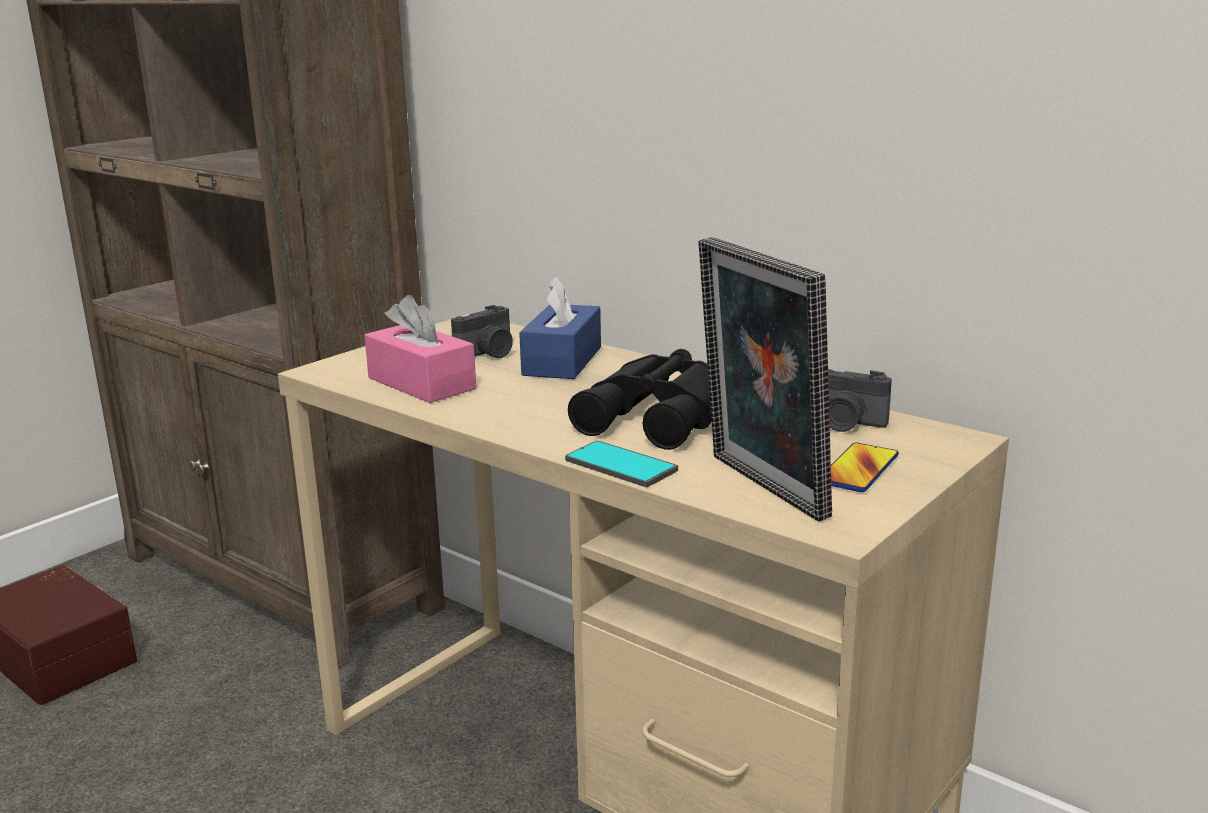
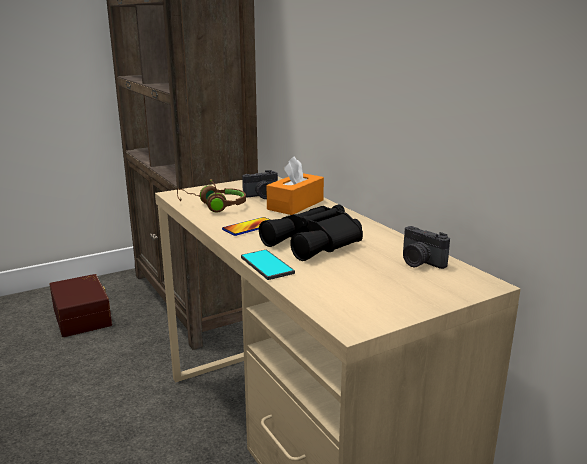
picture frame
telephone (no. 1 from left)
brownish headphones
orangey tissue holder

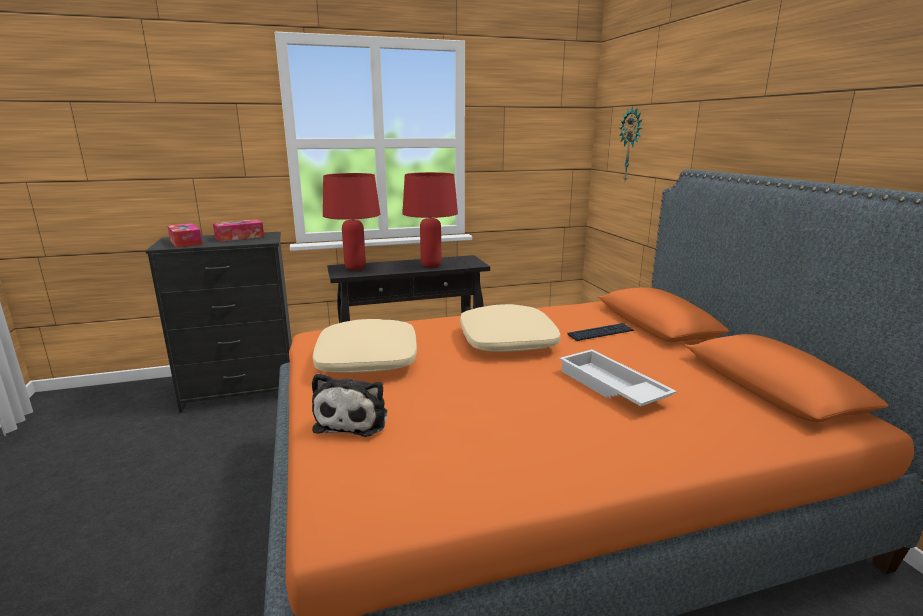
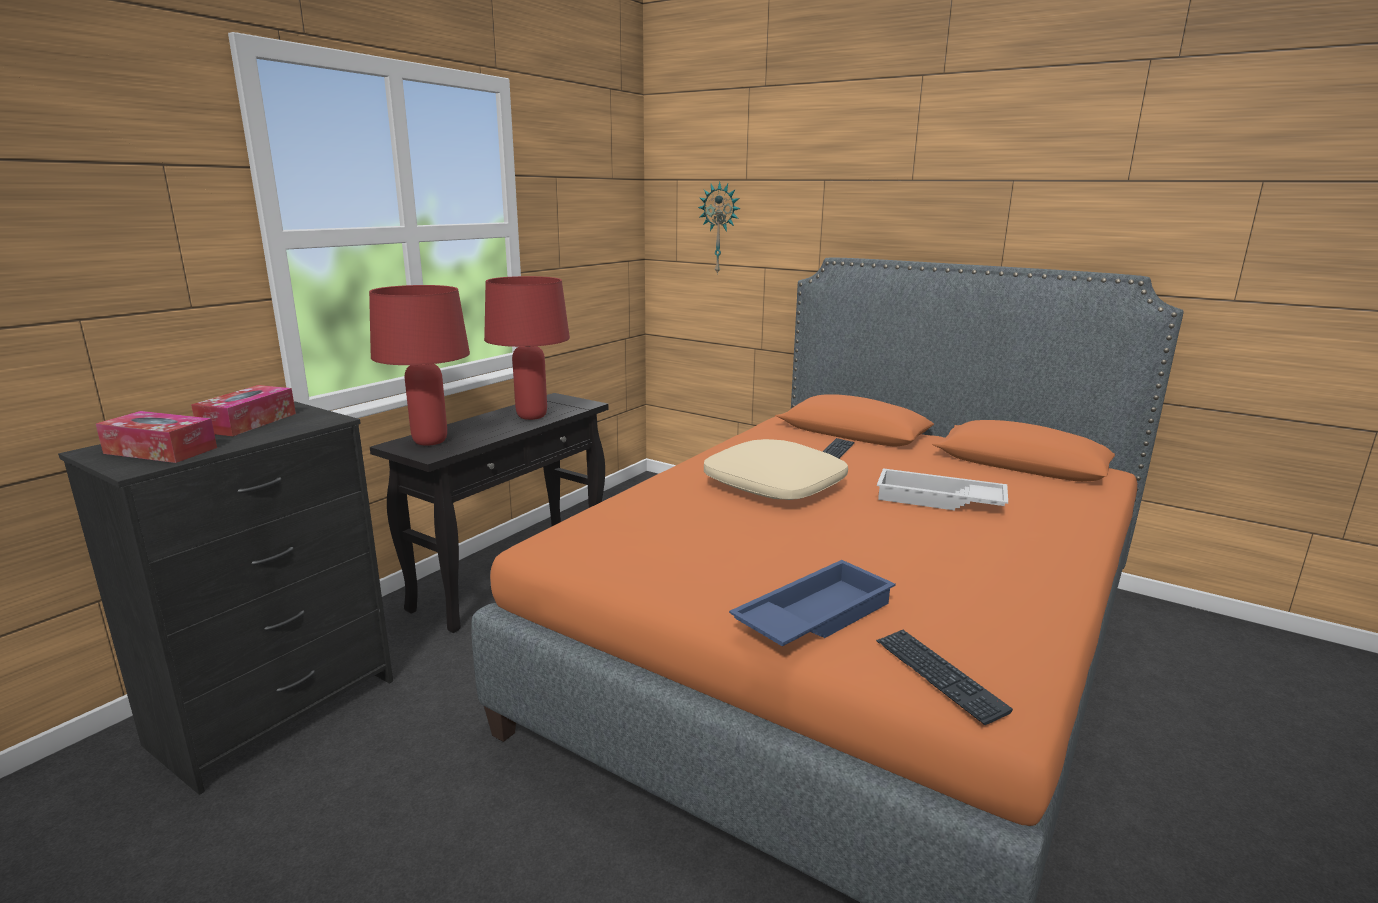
beige pillow (no. 1 from left in the first image)
computer keyboard (no. 2 from left)
blue tray

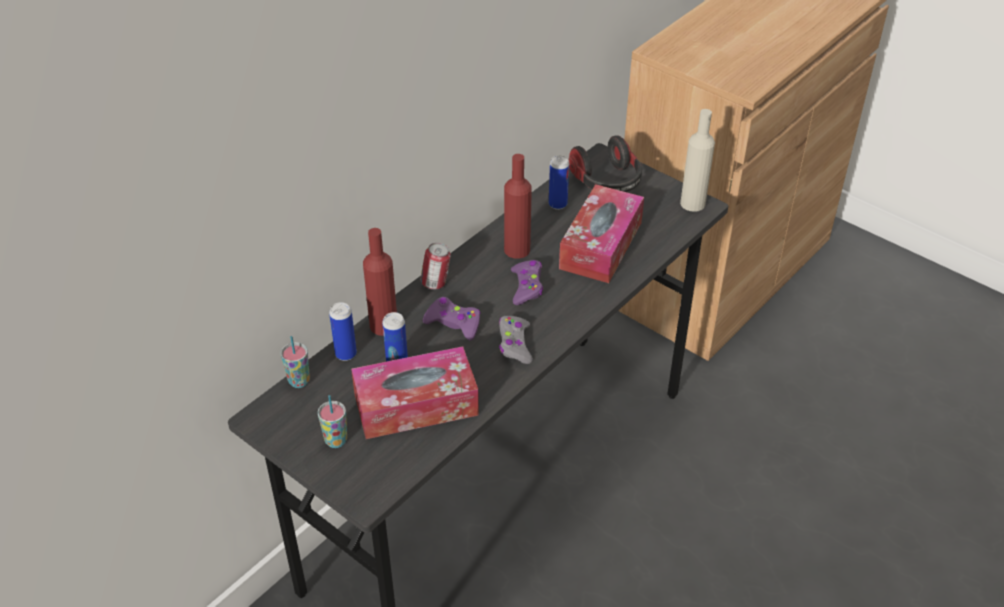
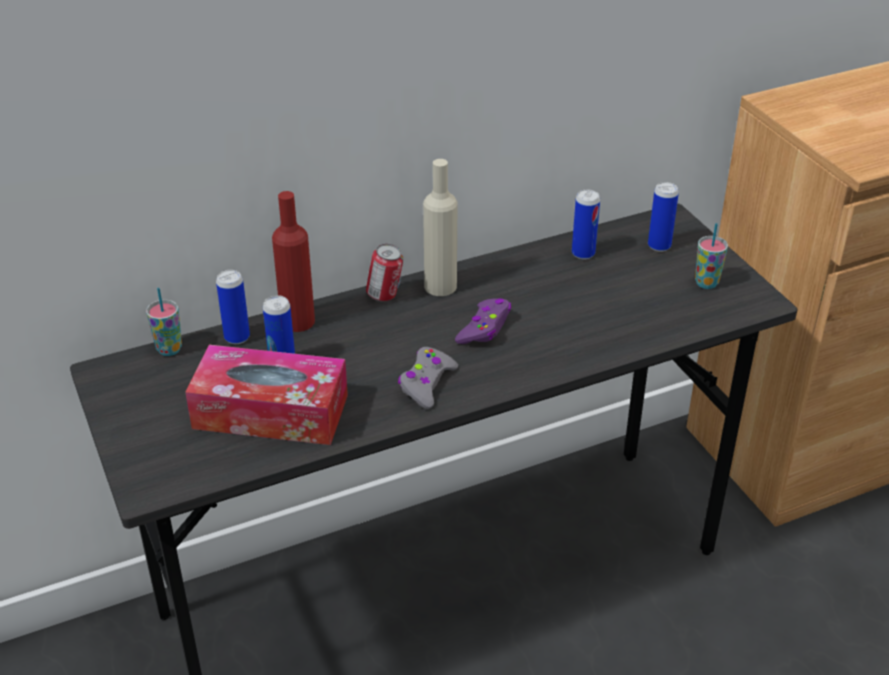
purple-coloured game controller (no. 1 from left in the first image)
reddish beverage bottle (no. 2 from left in the first image)
tissue holder (no. 2 from left in the first image)
cup (no. 2 from left)
beige beverage bottle
metal can (no. 5 from left)

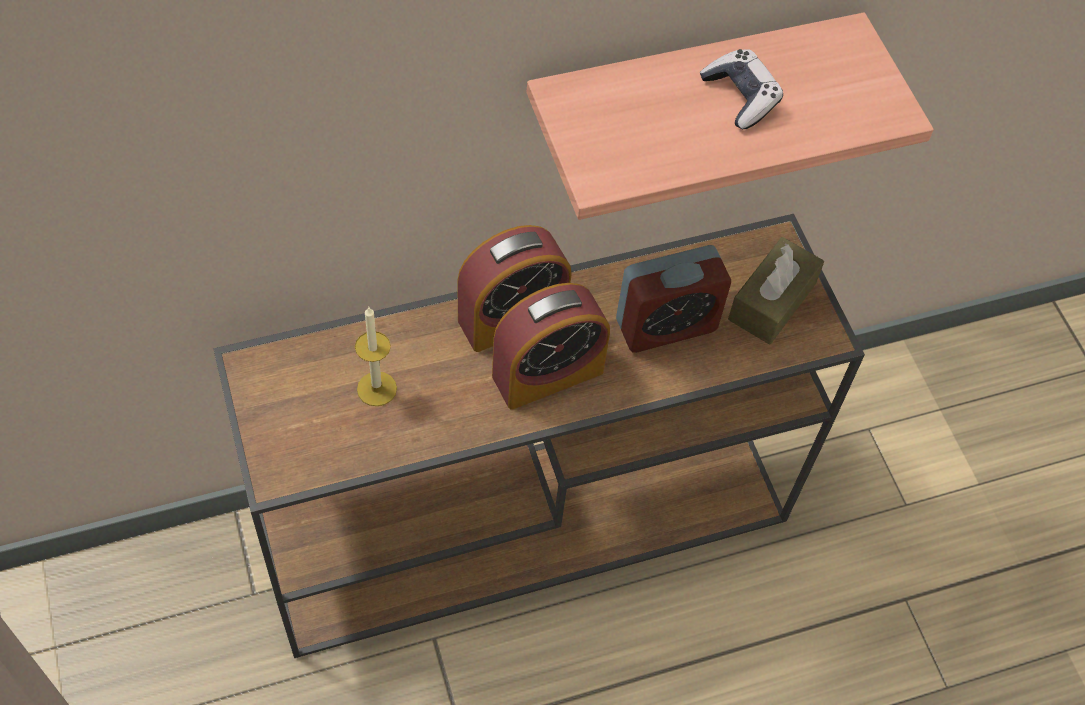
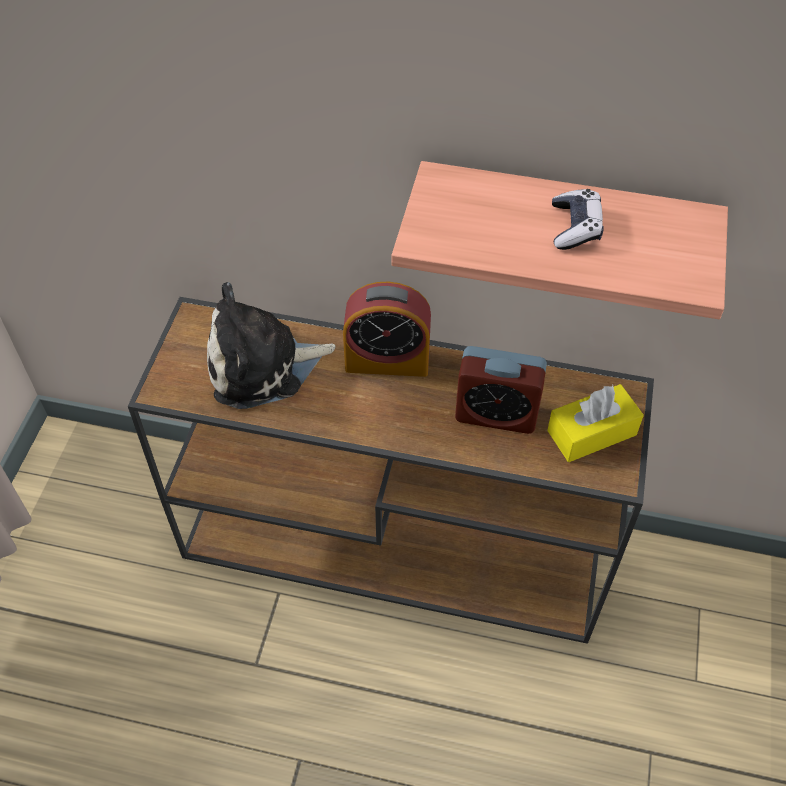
table clock (no. 2 from left in the first image)
plush toy
yellowish tissue holder

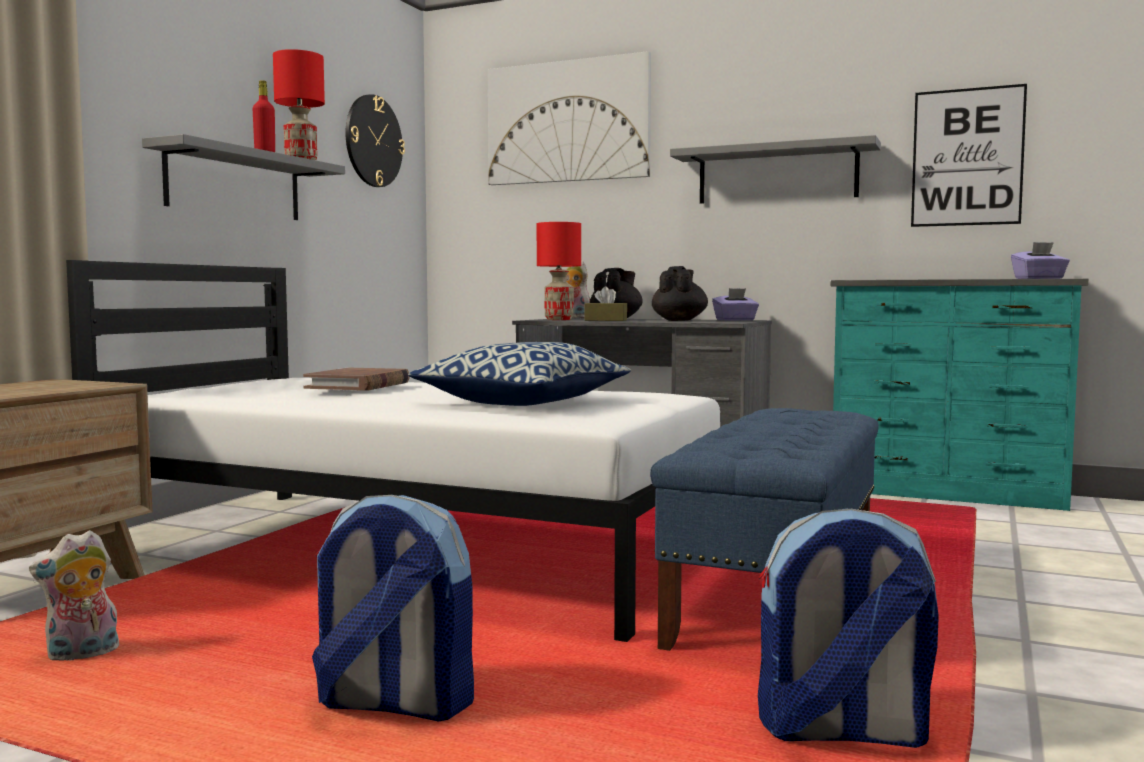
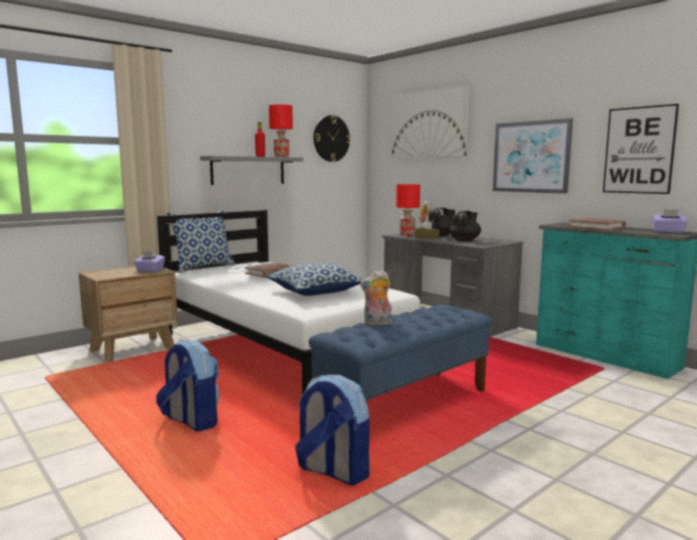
pillow (no. 1 from left)
brownish volume (no. 2 from left)
plush toy (no. 1 from left)
purple-coloured tissue holder (no. 1 from left)
picture (no. 2 from left)

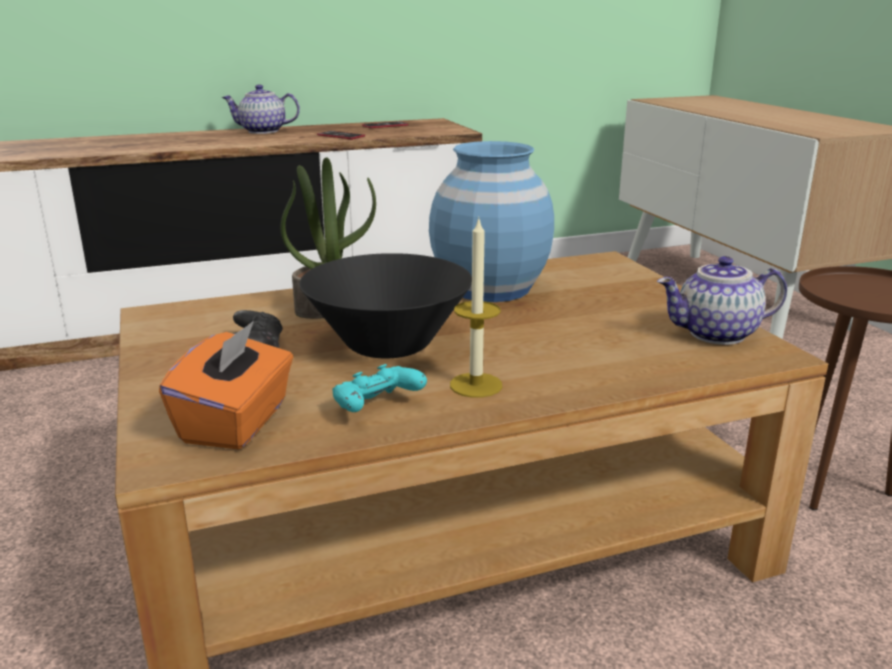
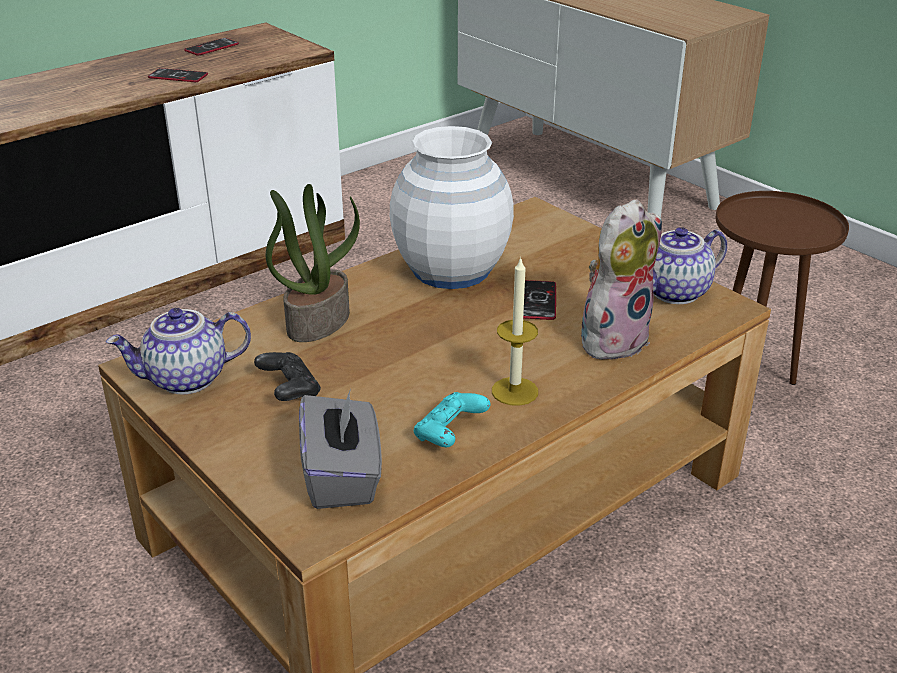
black deep dish
telephone (no. 3 from left)
plush toy
teapot (no. 1 from left)
gray tissue holder
white vase

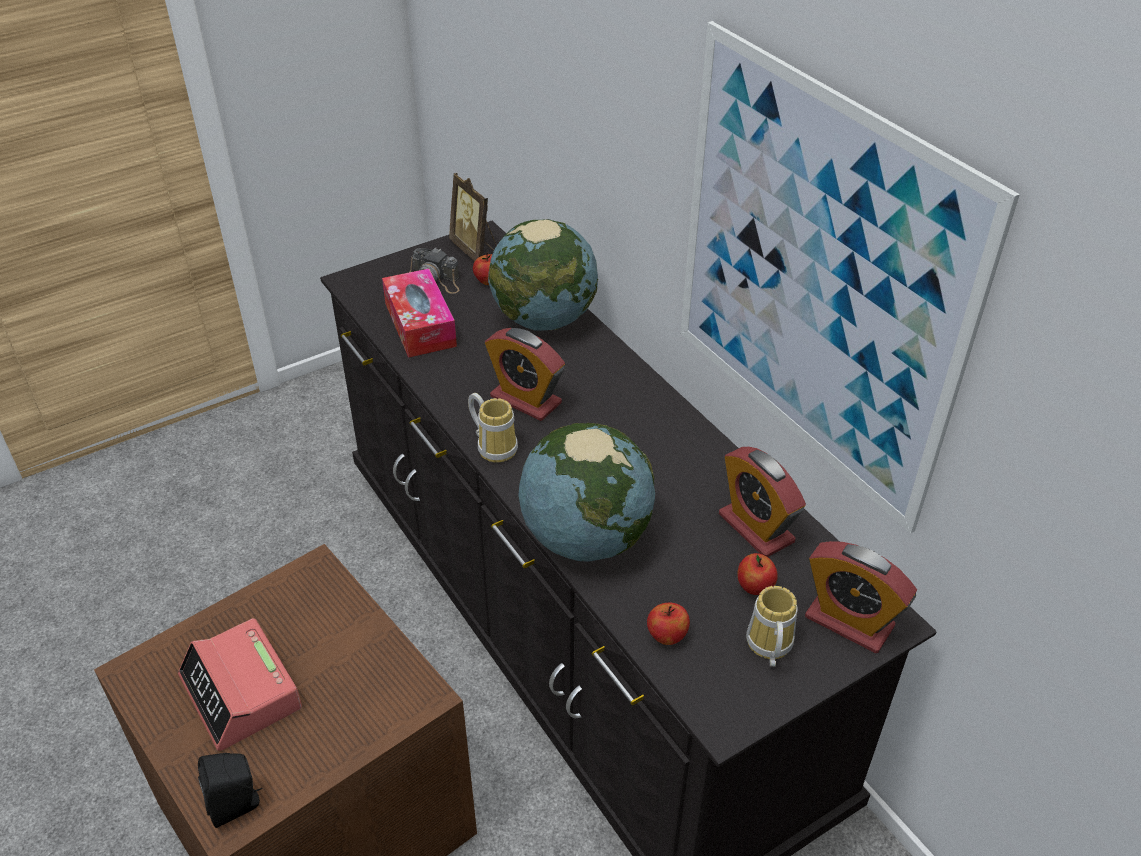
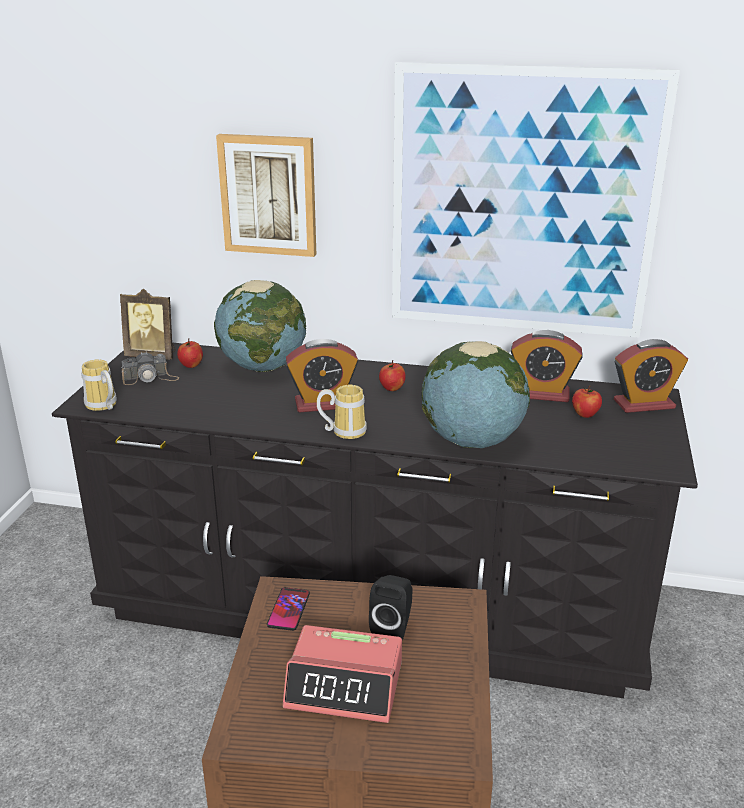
tissue holder
picture (no. 1 from left)
telephone
black speaker
apple (no. 2 from left)
coffee mug (no. 1 from left)

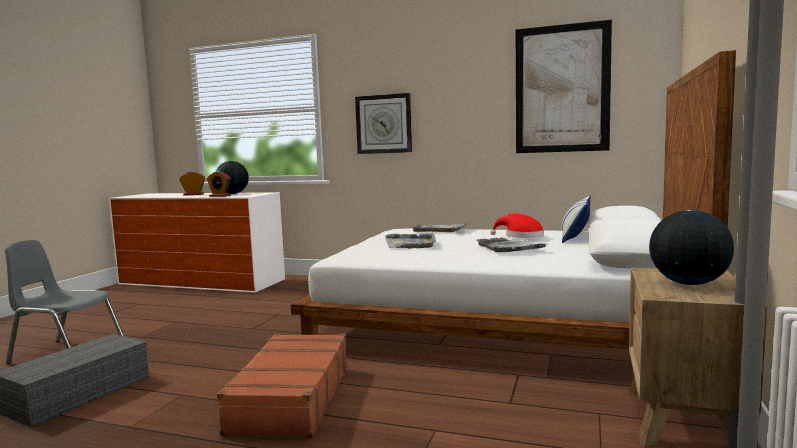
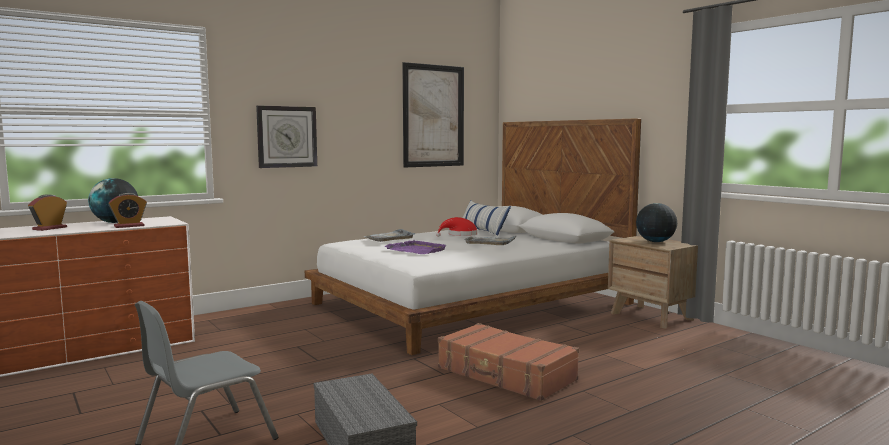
purple-coloured tray

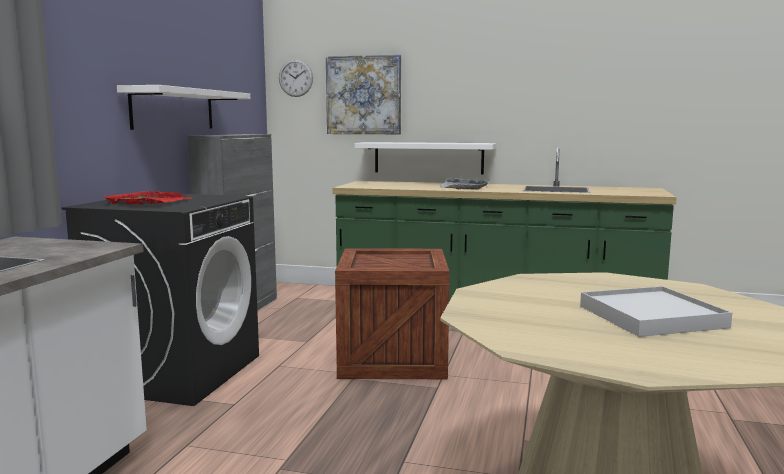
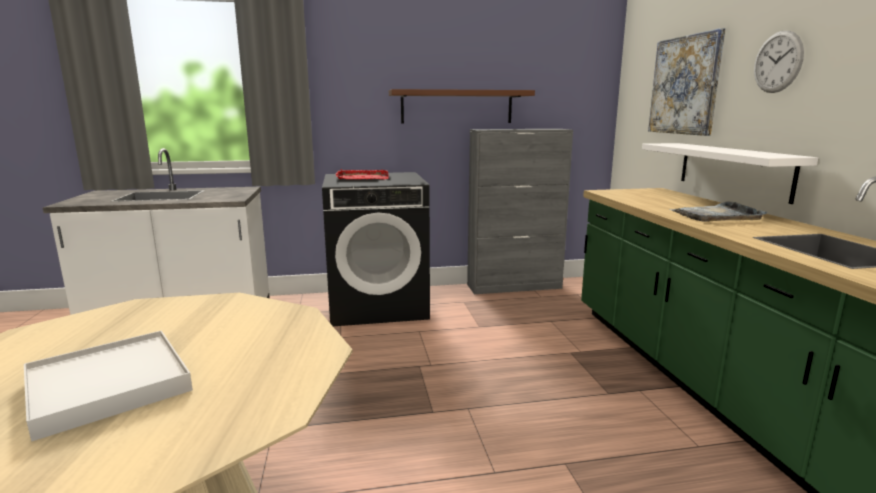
packing crate
hanging clock
brownish wall shelf

